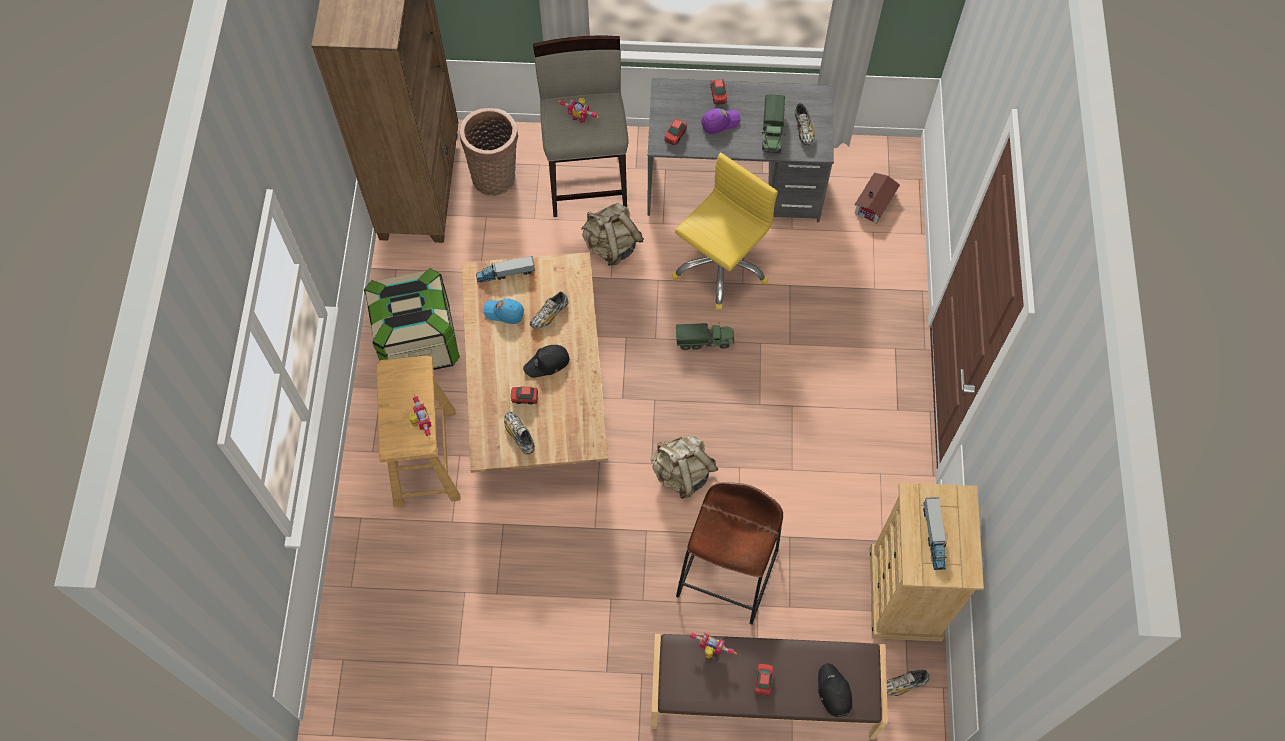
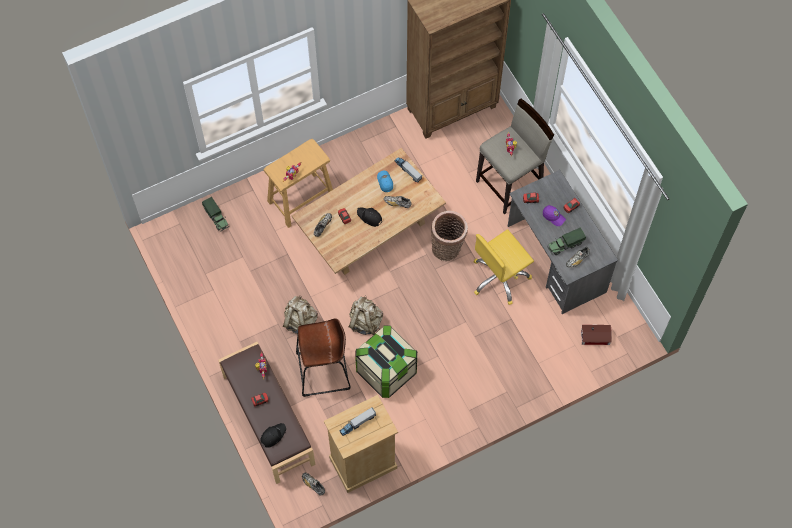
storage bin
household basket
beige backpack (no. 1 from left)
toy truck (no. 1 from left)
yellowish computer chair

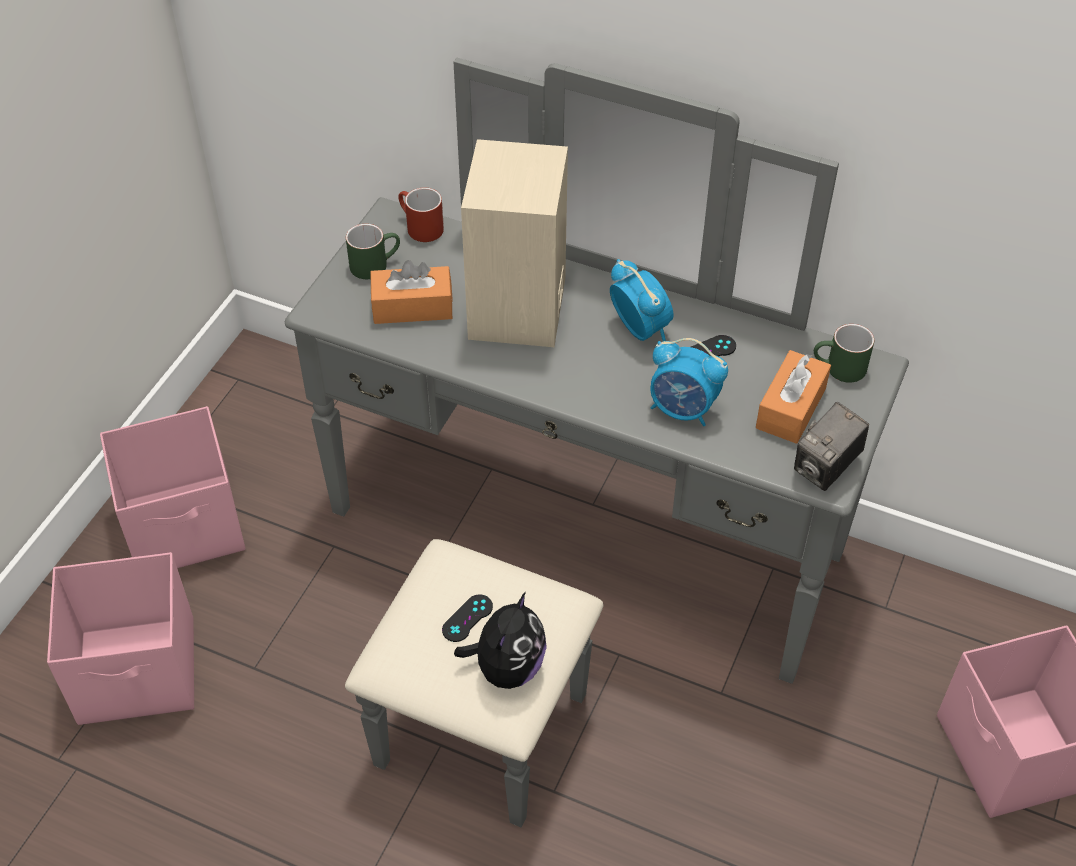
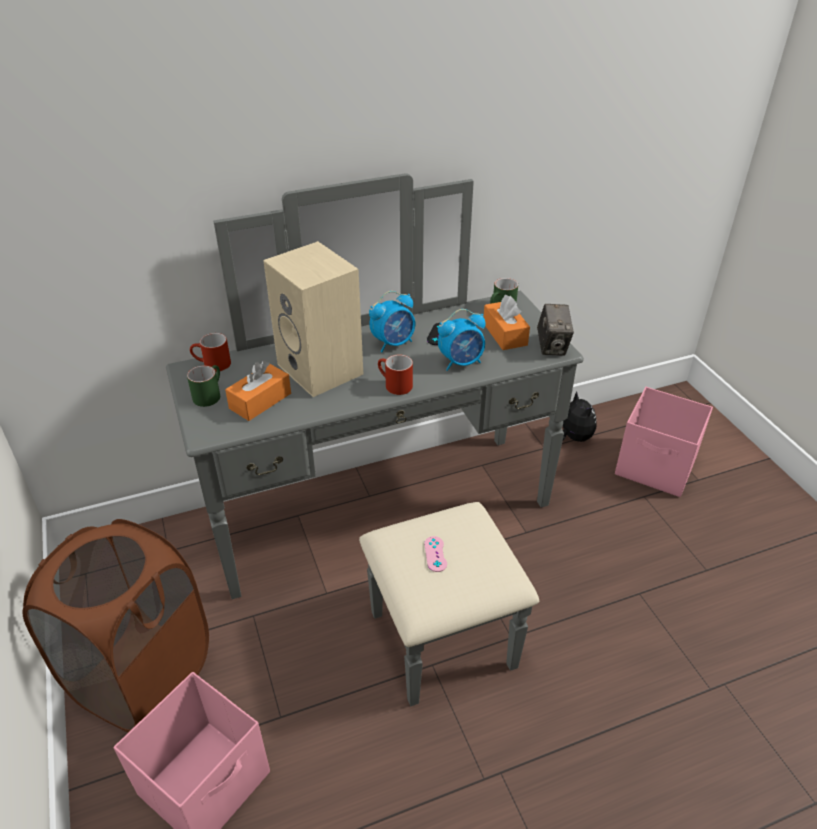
reddish coffee mug (no. 2 from left)
plush toy
brownish laundry basket
pinkish game controller
table clock (no. 1 from left)

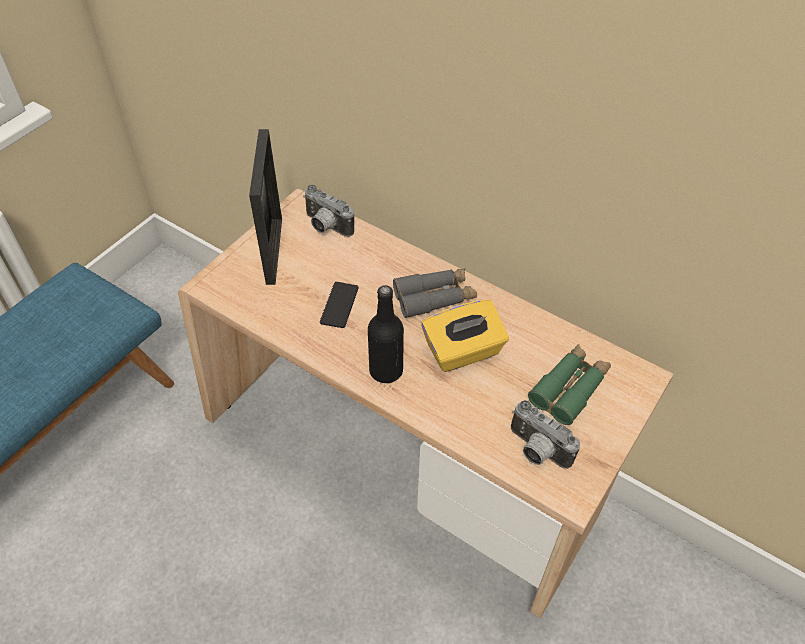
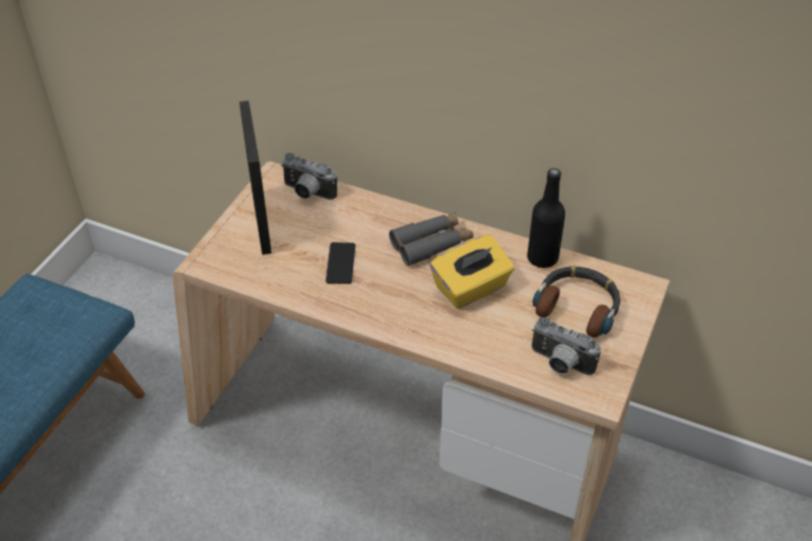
black beverage bottle
headphones

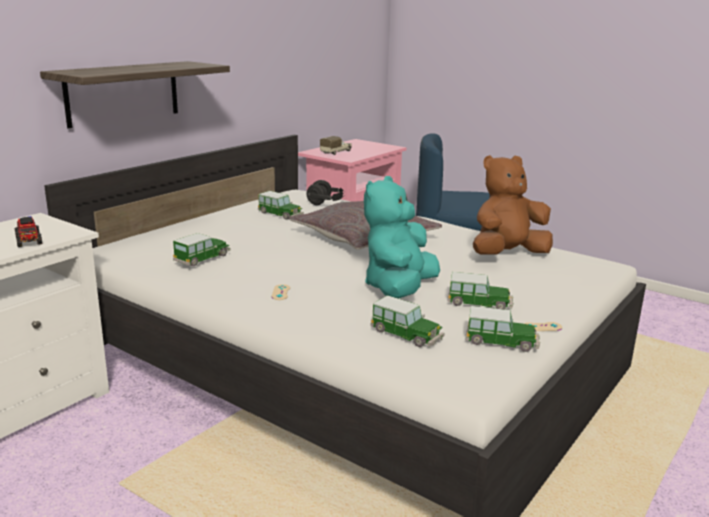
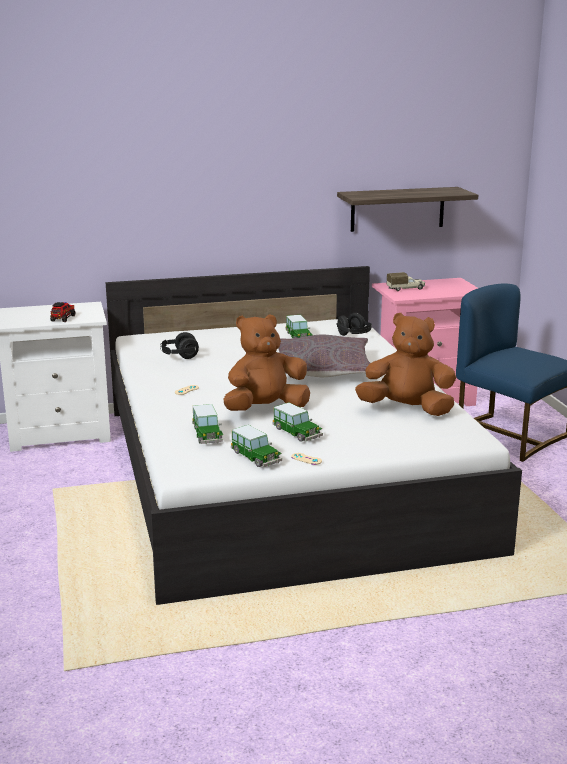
wall shelf
black headphones (no. 1 from left)
brownish plush toy (no. 1 from left)

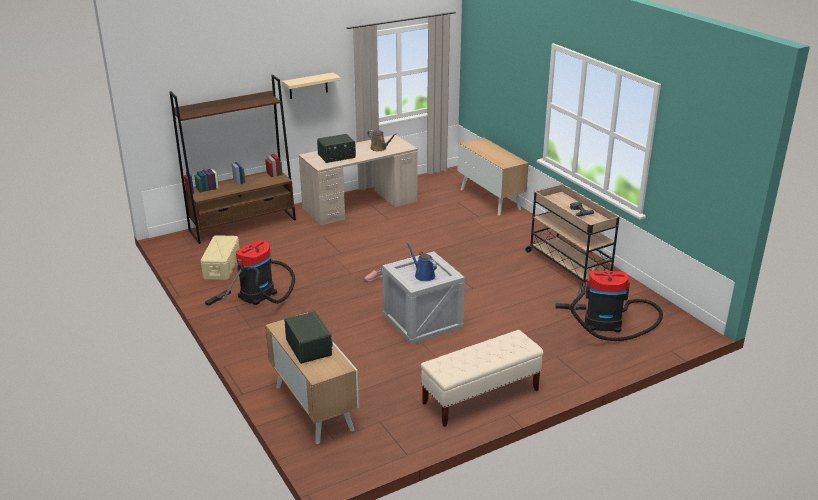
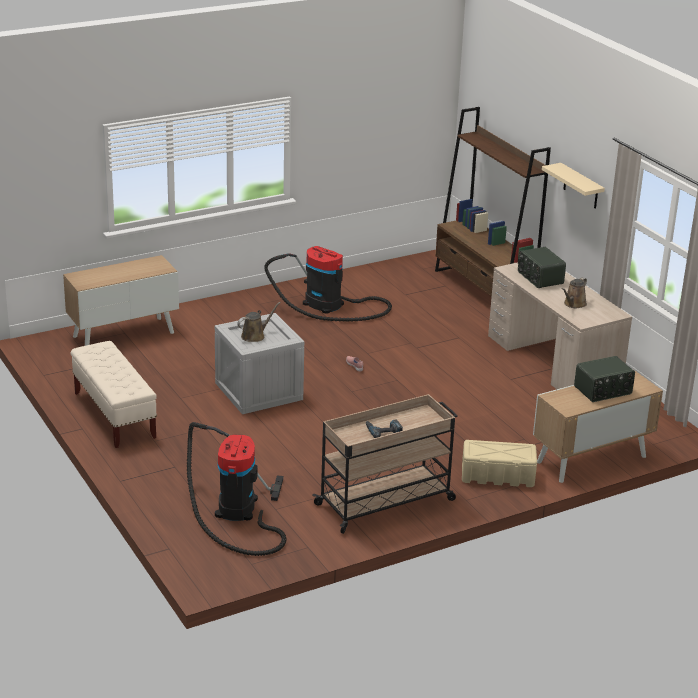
beige storage bin
radio set (no. 2 from left)
brownish watering can (no. 1 from left)

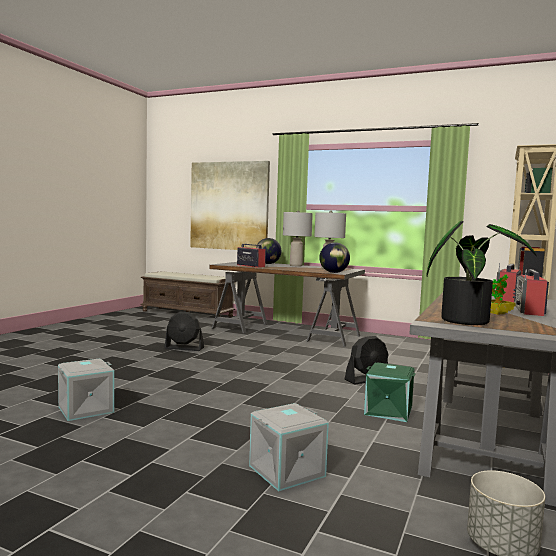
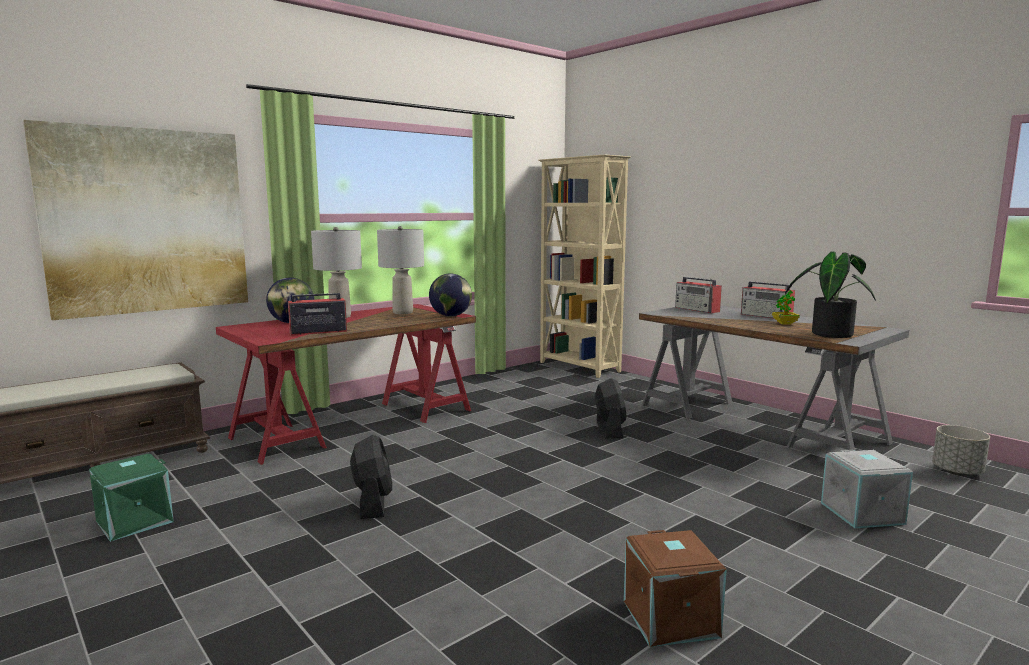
greenish storage bin
brownish storage bin
reddish desk
black cooling fan (no. 1 from left)

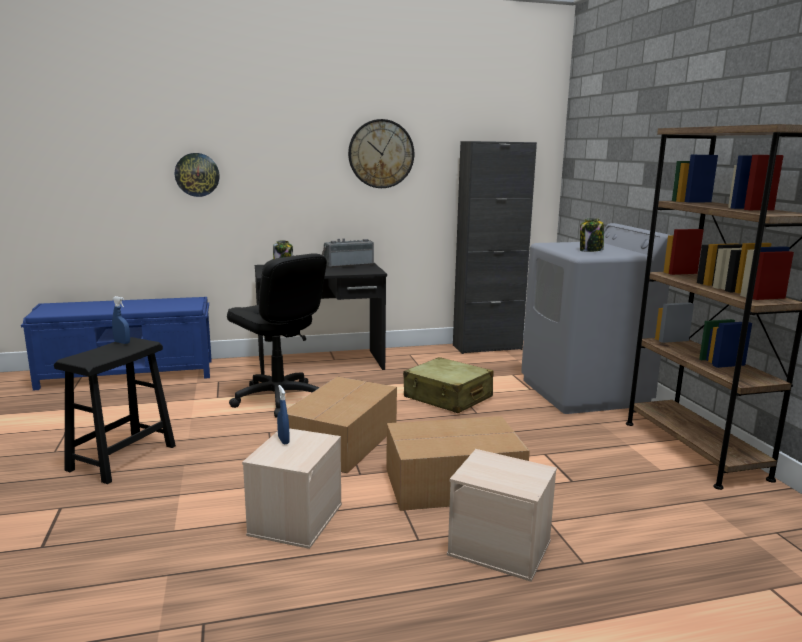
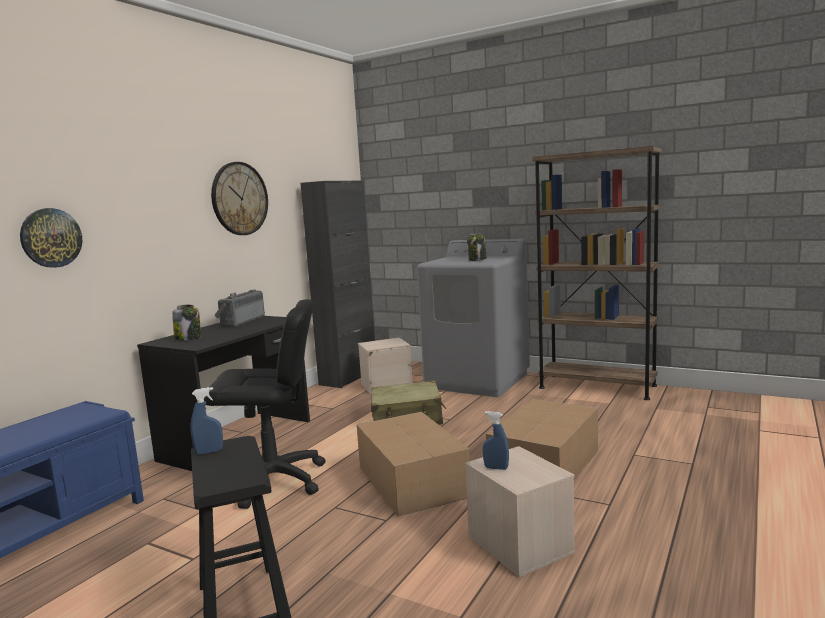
beige storage bin (no. 1 from left)

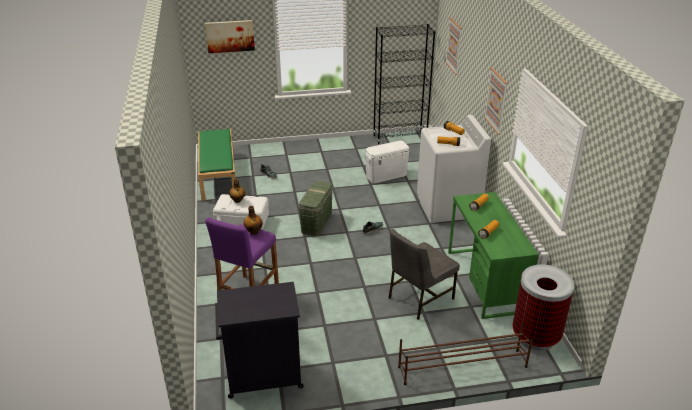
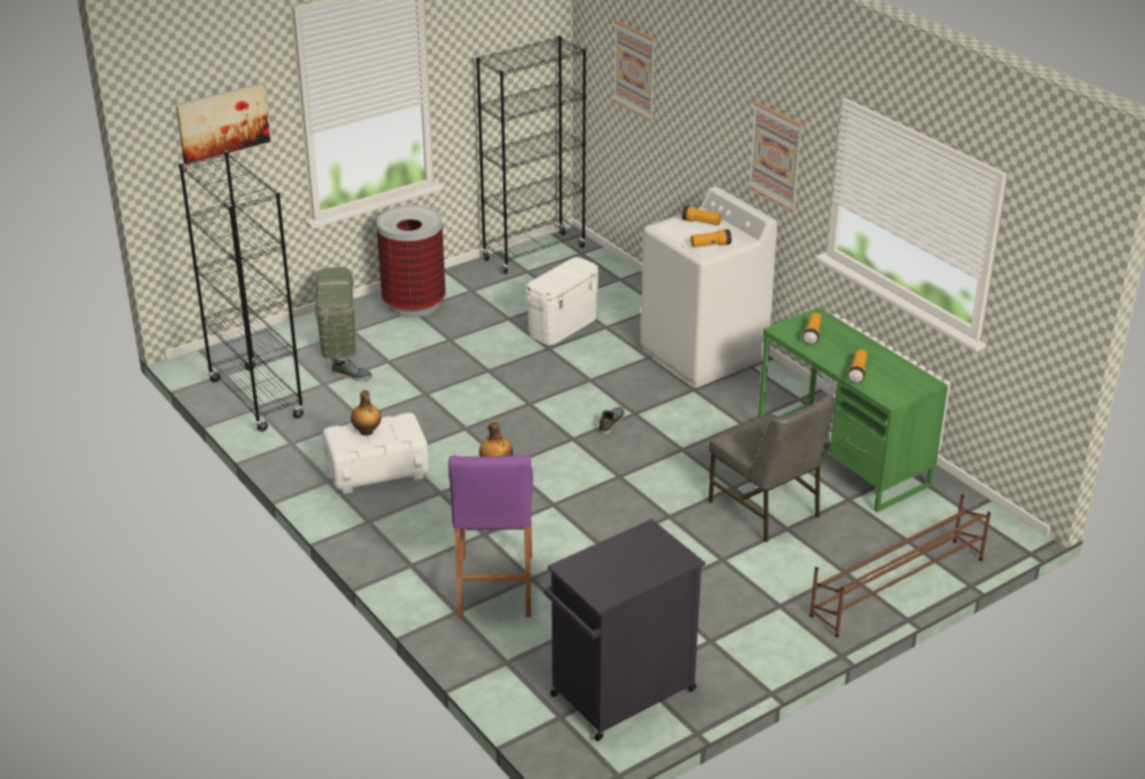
greenish storage bin
rubbish bin
black bookshelf (no. 1 from left)
gray chair

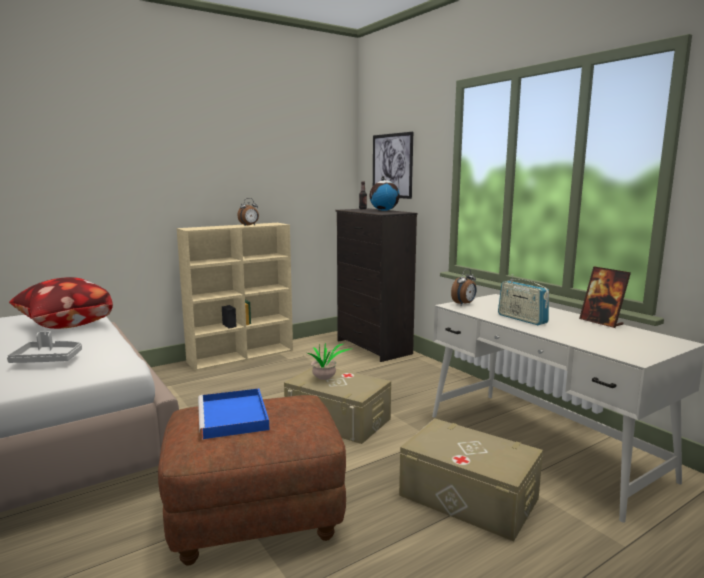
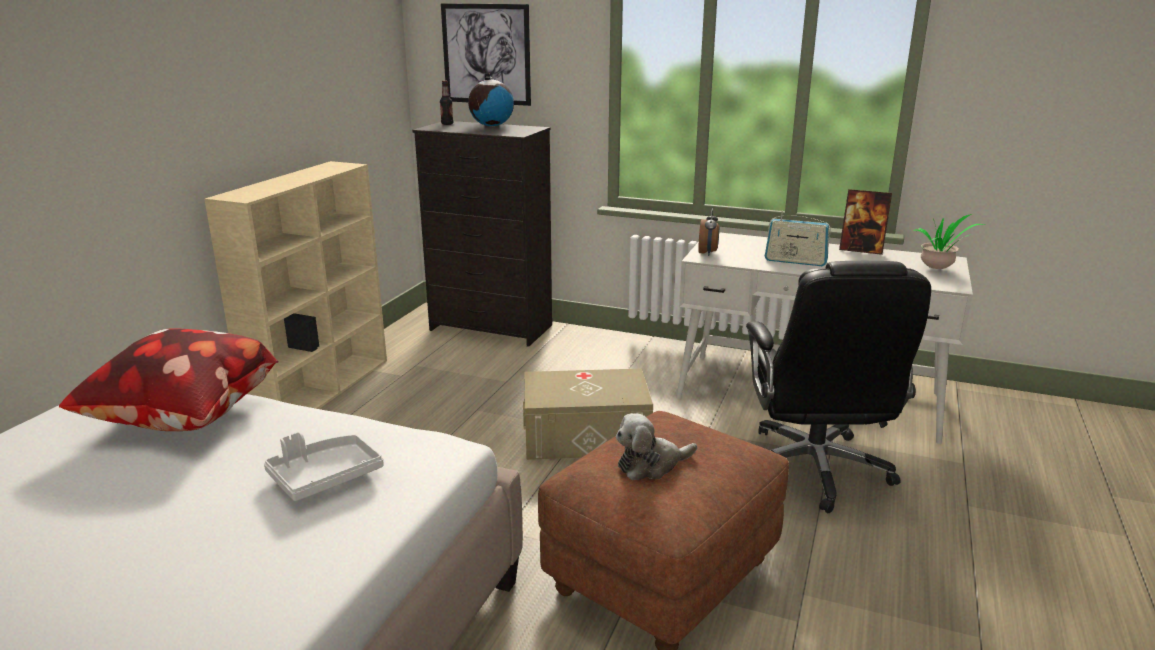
table clock (no. 1 from left in the first image)
potted plant
plush toy
black computer chair

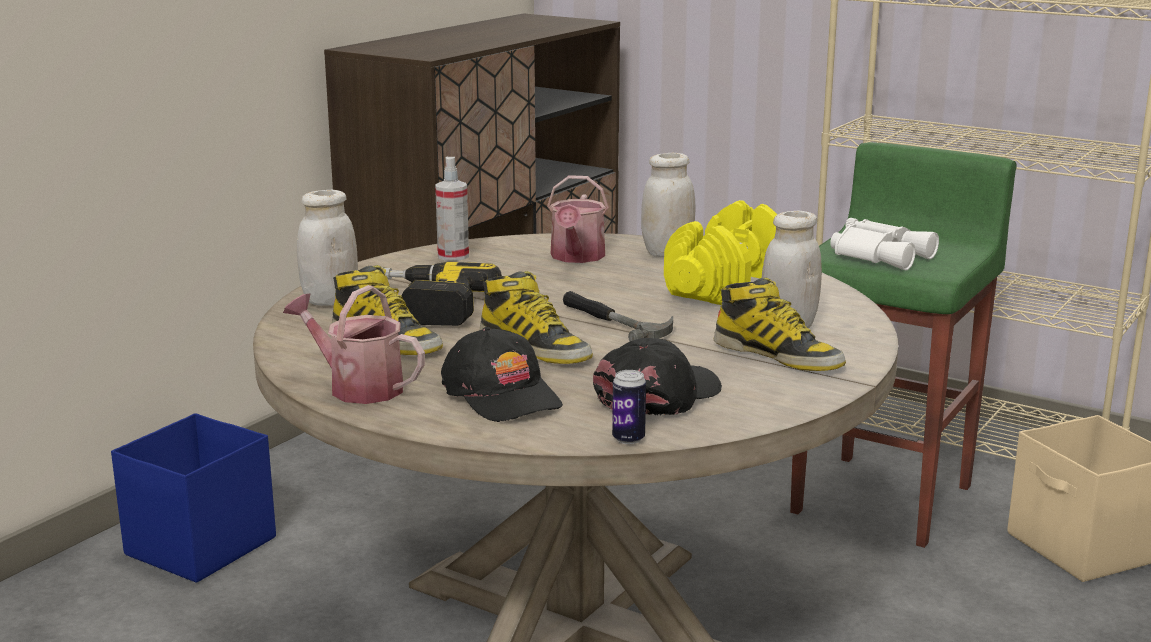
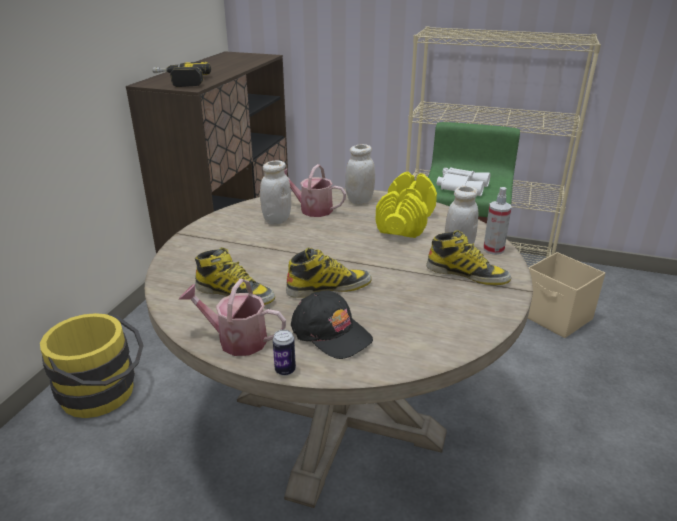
hammer
black peaked cap (no. 2 from left in the first image)
white preserve jar (no. 1 from left)
electric drill
hand sprayer
metal can
yellowish water bucket
high-top boot (no. 2 from left)
watering can (no. 2 from left)

